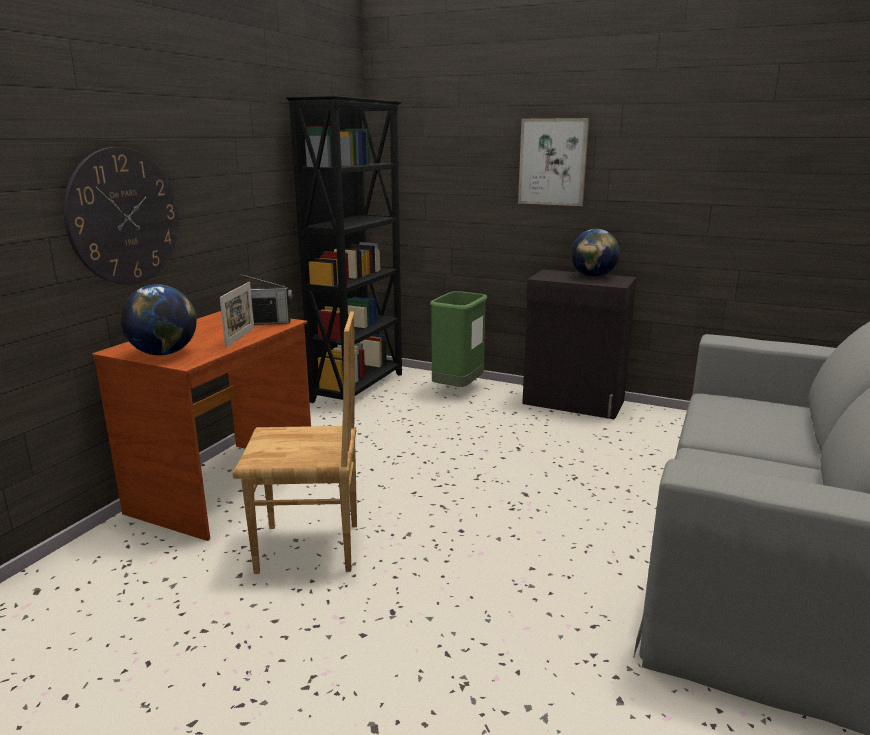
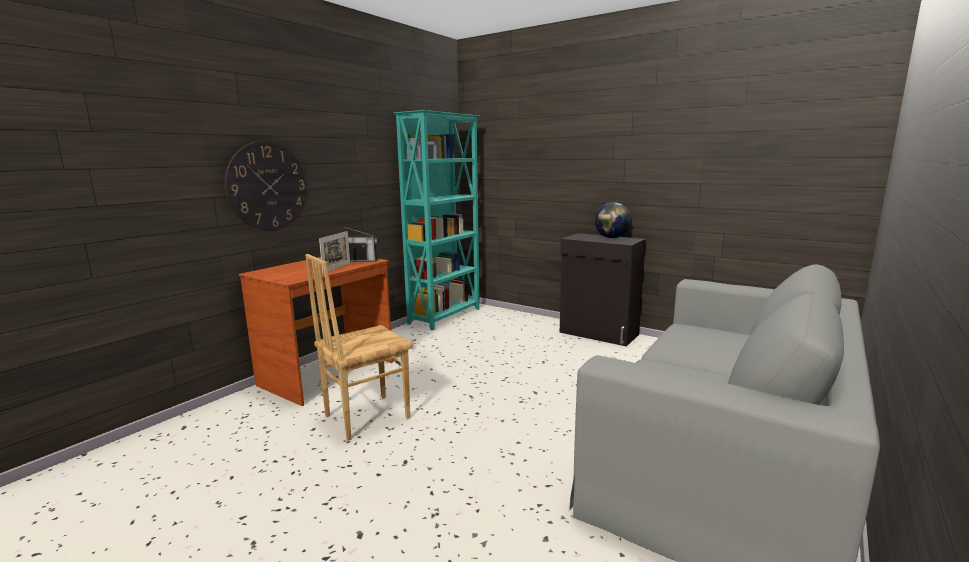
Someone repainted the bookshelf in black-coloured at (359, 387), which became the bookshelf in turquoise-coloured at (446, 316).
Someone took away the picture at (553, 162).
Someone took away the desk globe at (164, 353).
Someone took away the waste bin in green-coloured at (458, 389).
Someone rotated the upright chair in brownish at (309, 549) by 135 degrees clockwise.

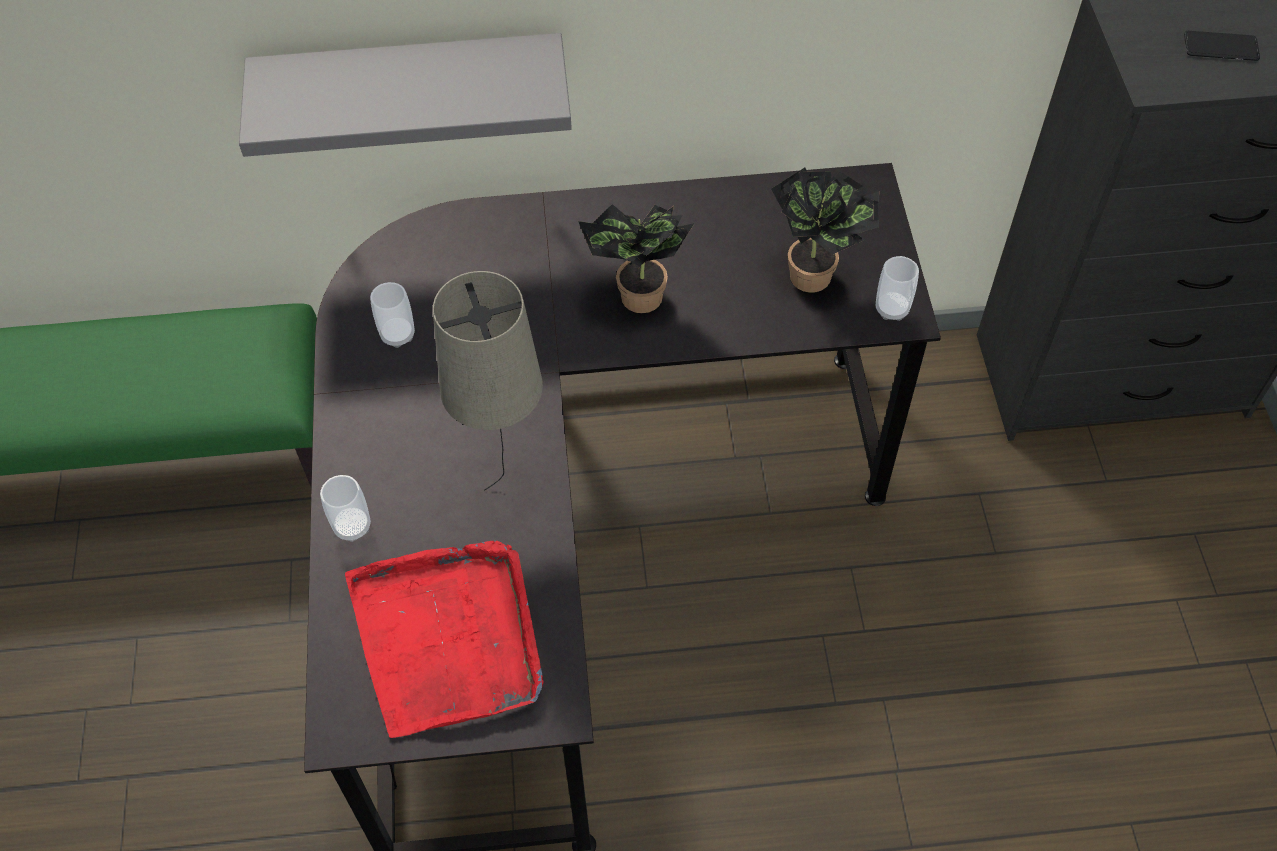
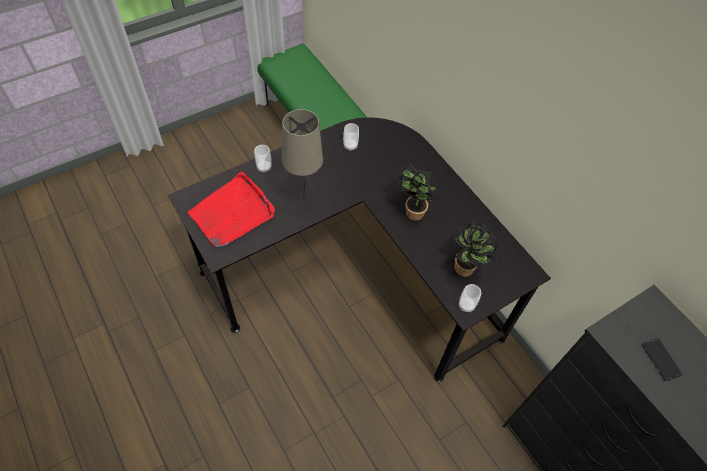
Someone took away the wall shelf in greyish at (411, 86).

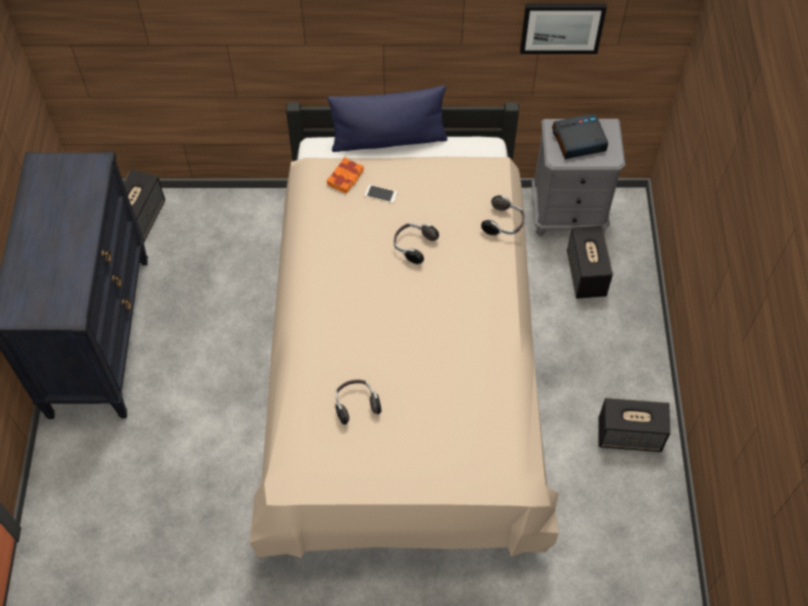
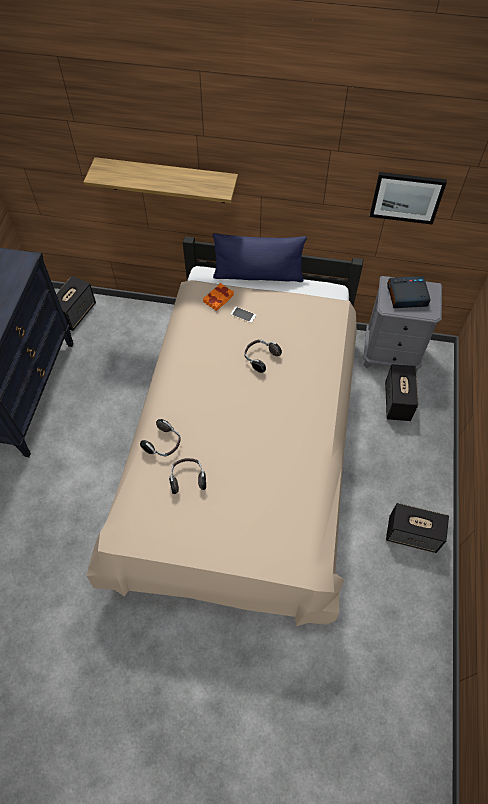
Someone carried the headset from (503, 224) to (163, 444).
Someone put up the wall shelf at (167, 180).

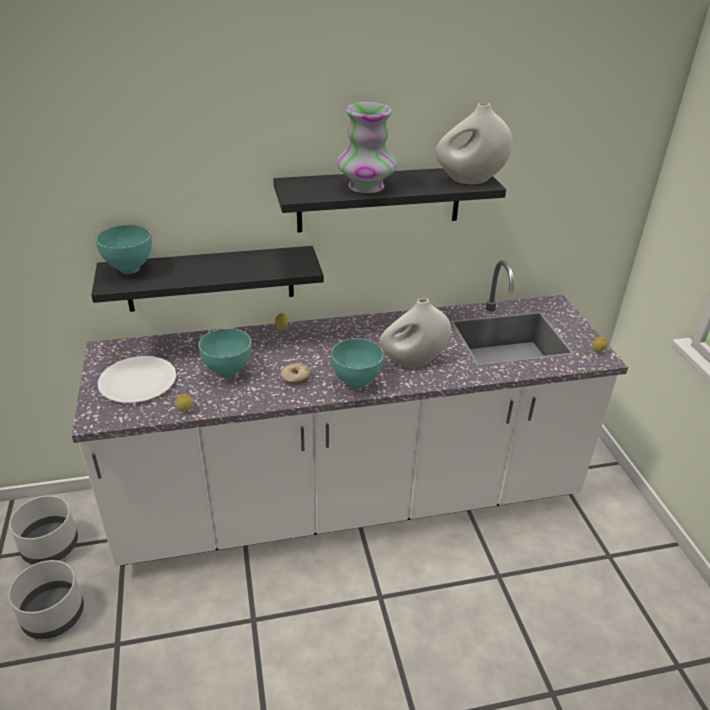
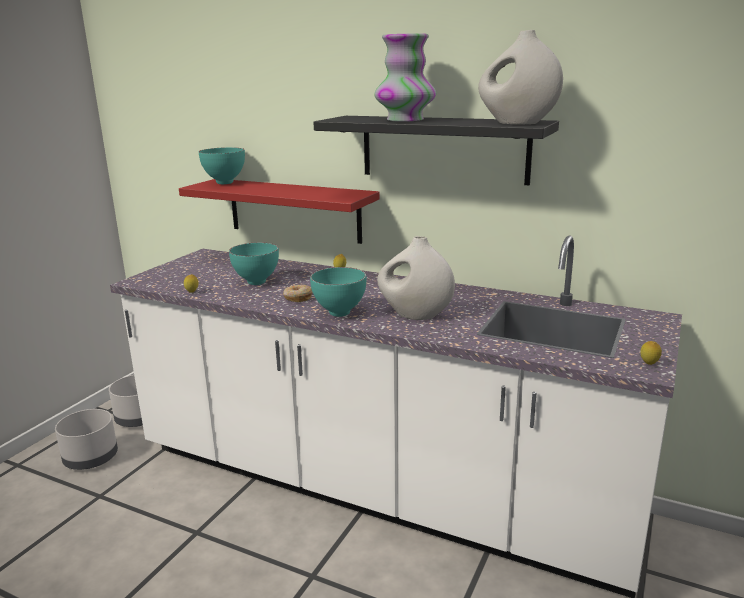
Someone repainted the wall shelf in black-coloured at (210, 278), which became the wall shelf in red-coloured at (294, 210).
Someone took away the flat dish in white-coloured at (137, 381).

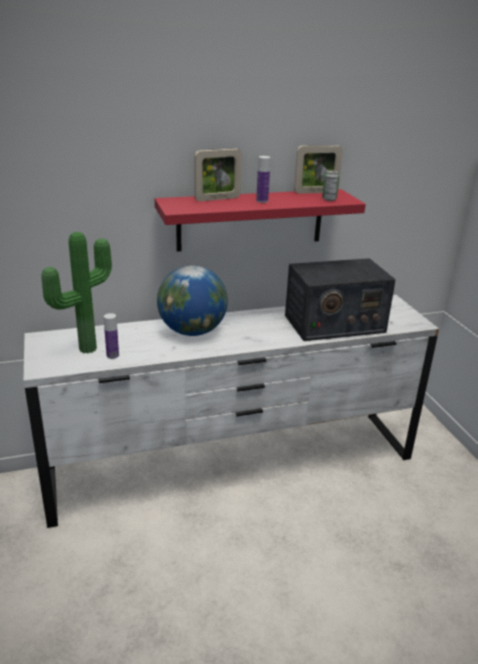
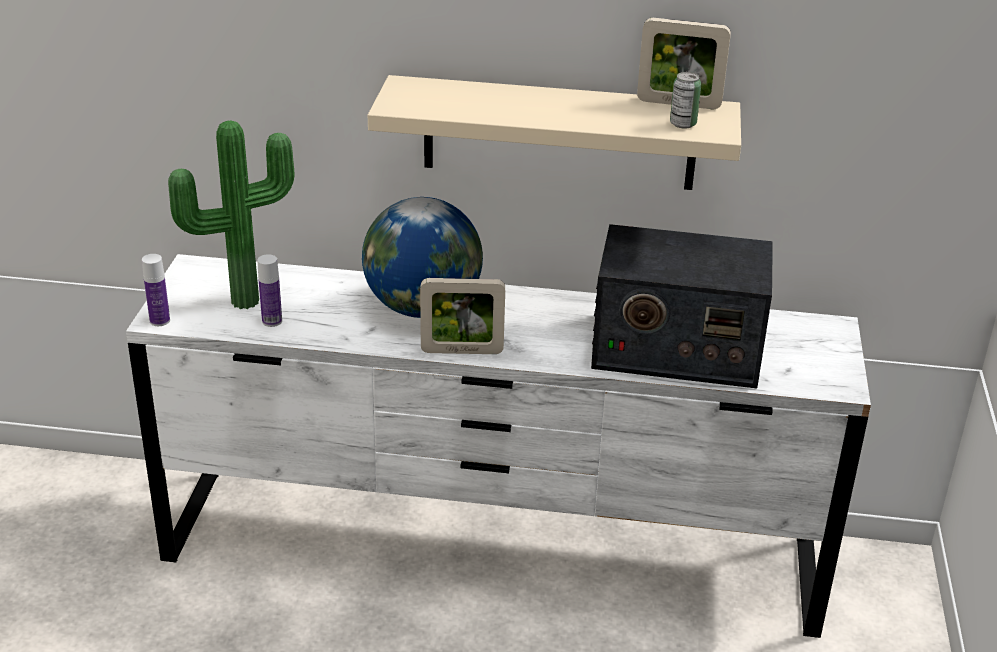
Someone carried the picture frame from (217, 199) to (462, 351).
Someone carried the drink bottle from (262, 201) to (160, 321).
Someone repainted the wall shelf in red-coloured at (250, 220), which became the wall shelf in beige at (559, 133).

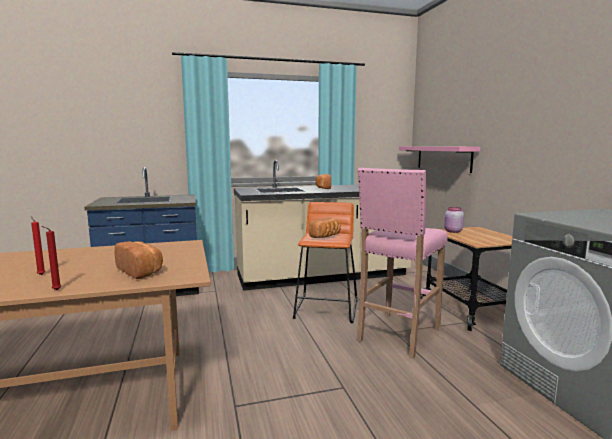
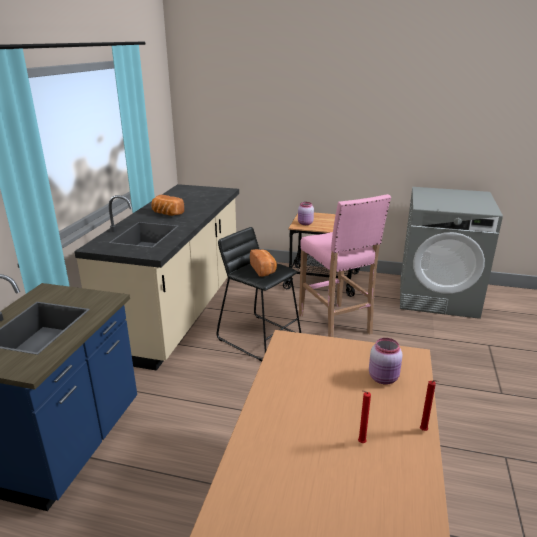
Someone took away the wall shelf in pinkish at (443, 158).
Someone repainted the stool in orange-coloured at (327, 309), which became the stool in black-coloured at (259, 337).
Someone swapped the bread at (141, 271) for the storage jar in pinkish at (384, 378).

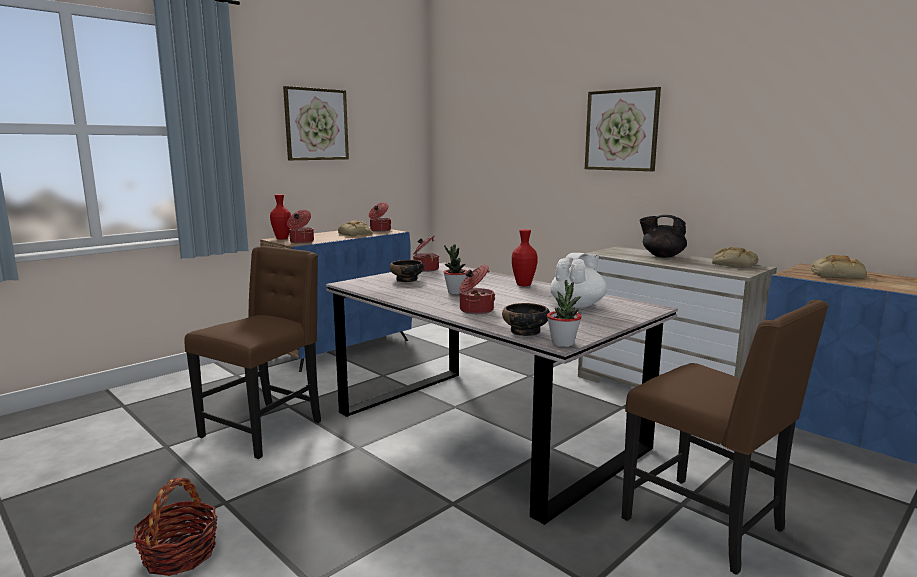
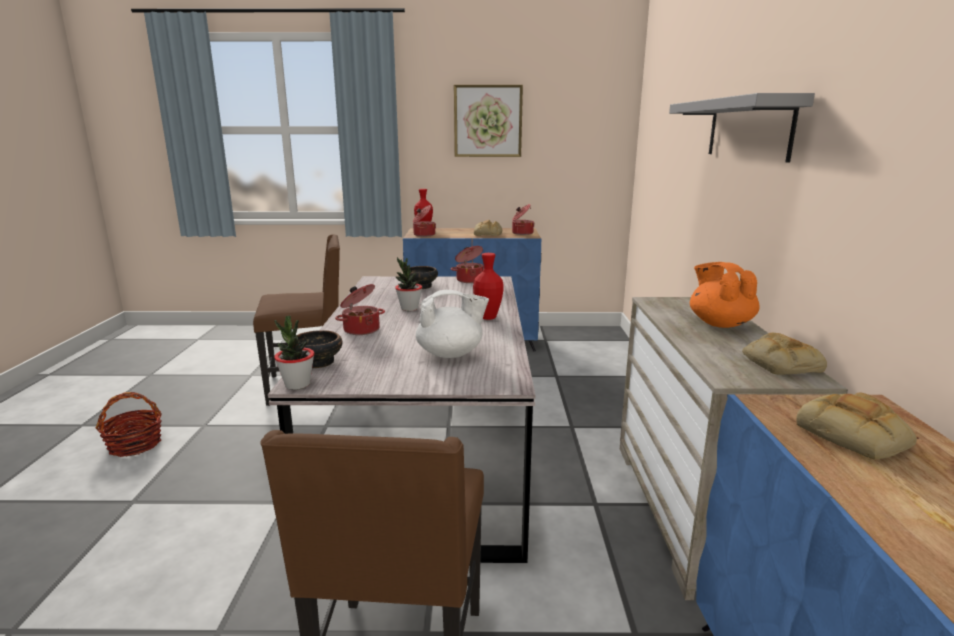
Someone swapped the picture at (621, 130) for the wall shelf in greyish at (748, 129).
Someone repainted the tea pot in black-coloured at (662, 256), which became the tea pot in orange-coloured at (720, 323).

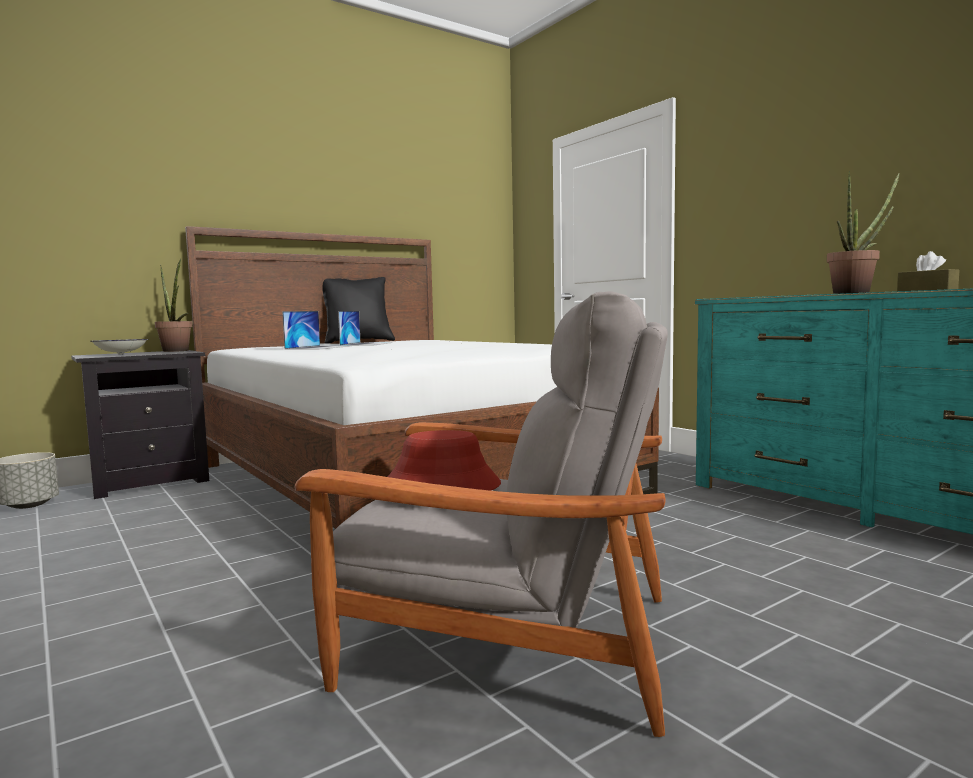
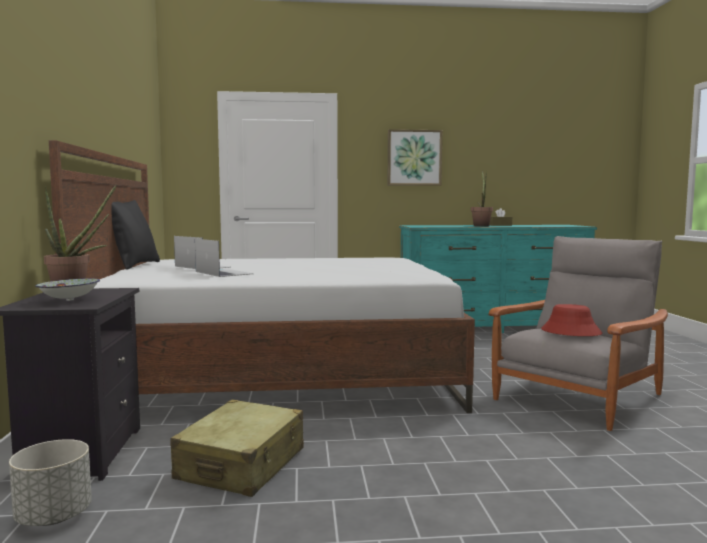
Someone put up the picture at (414, 158).
Someone put down the piece of luggage in beige at (242, 464).

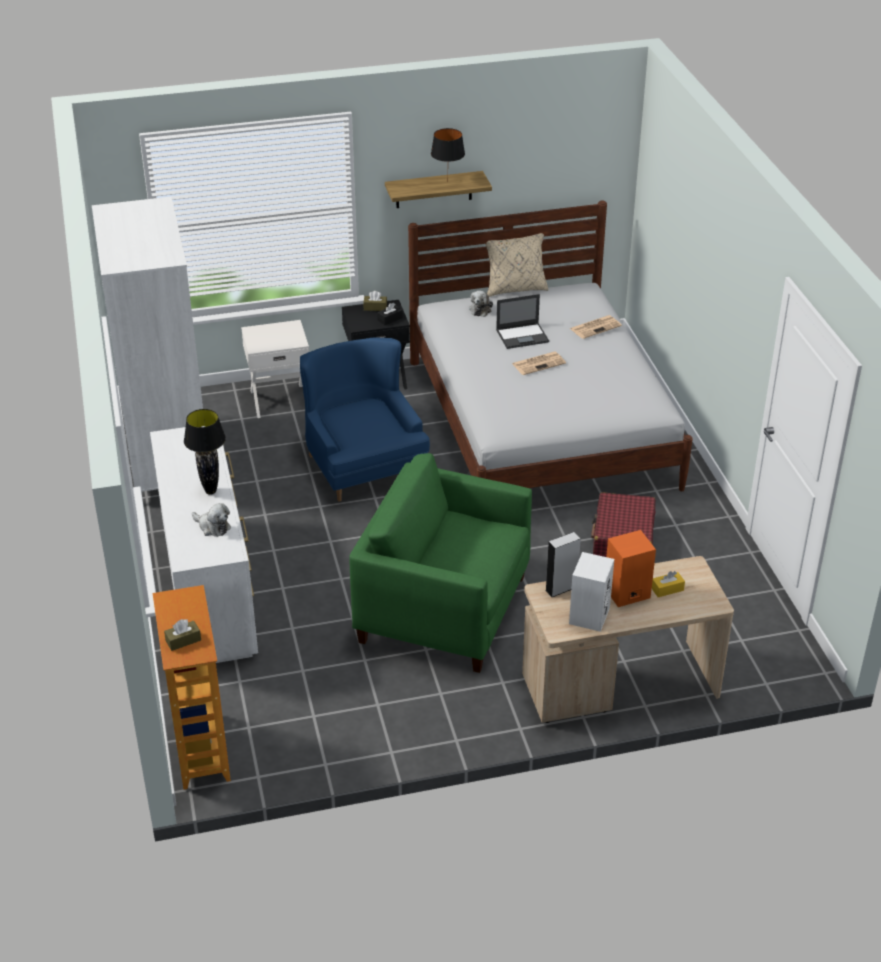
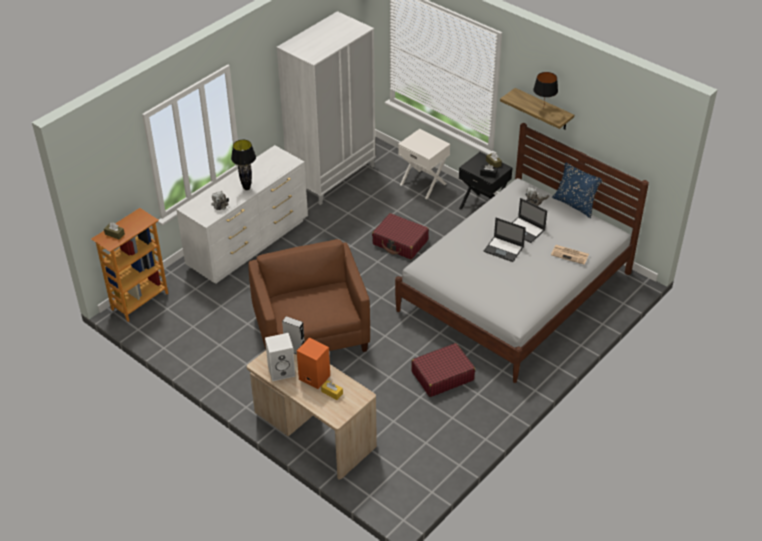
Someone repainted the cushion in beige at (515, 288), which became the cushion in blue-coloured at (575, 204).
Someone swapped the armchair in blue-coloured at (362, 465) for the piece of luggage in red-coloured at (400, 242).
Someone swapped the printed paper at (539, 363) for the laptop at (504, 249).
Someone repainted the armchair in green-coloured at (444, 609), which became the armchair in brownish at (312, 333).

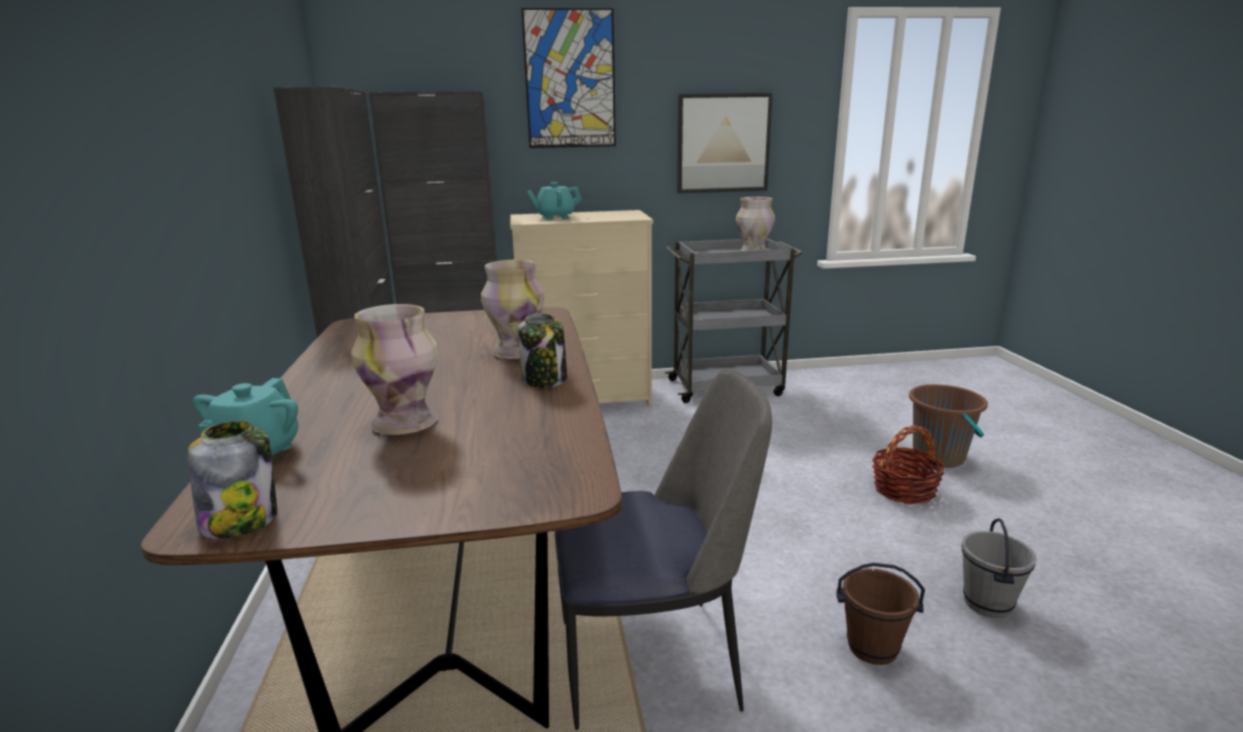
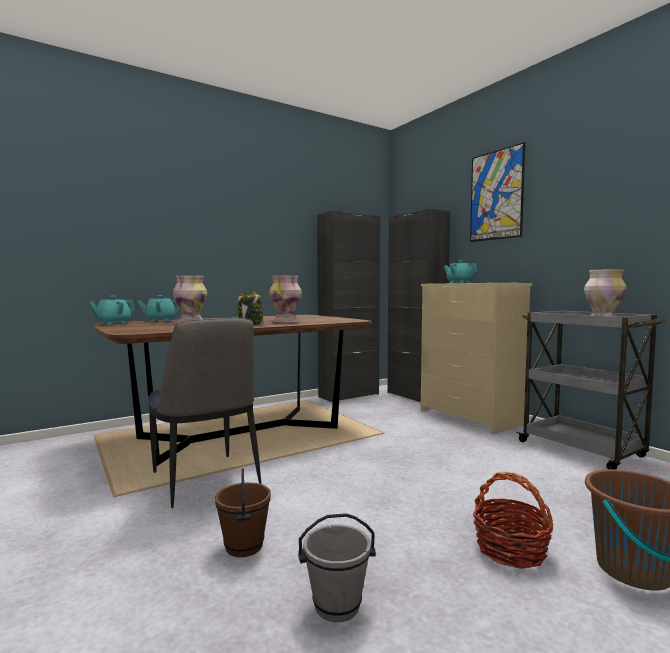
Someone took away the picture at (723, 143).
Someone swapped the storage jar at (241, 520) for the tea pot in turquoise-coloured at (113, 323).

